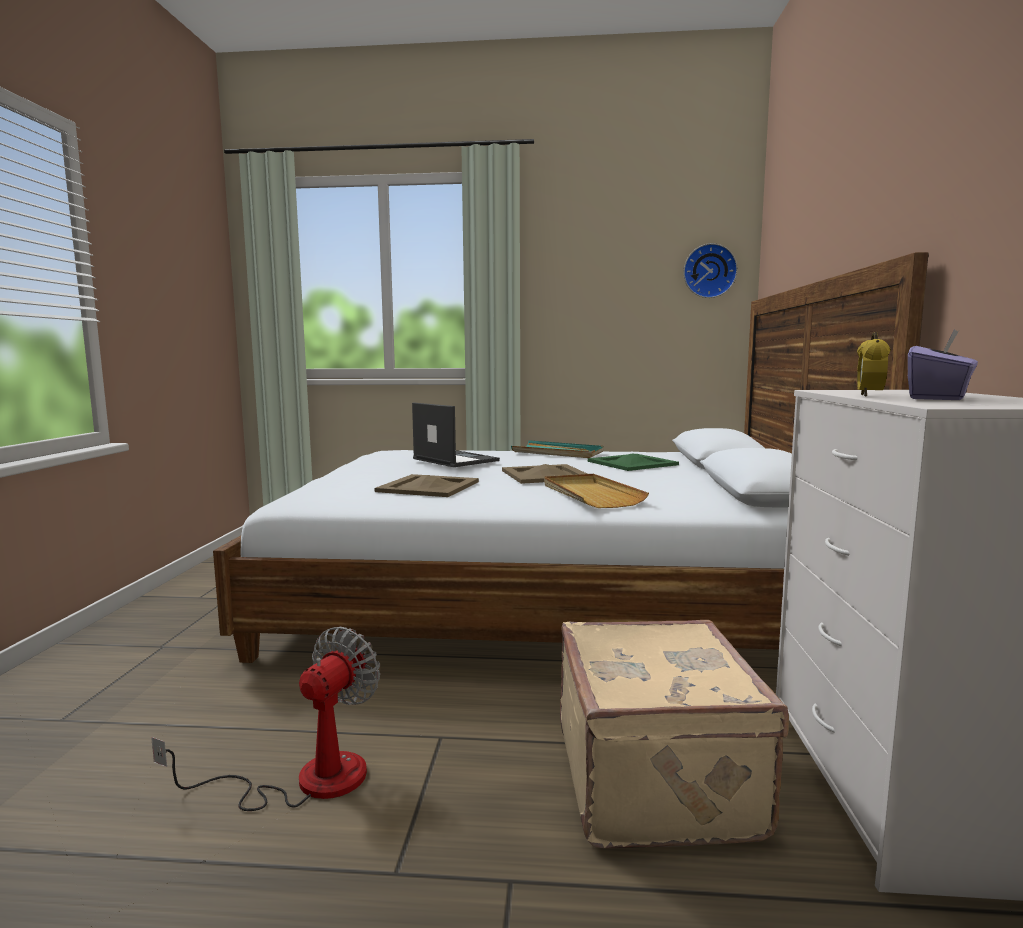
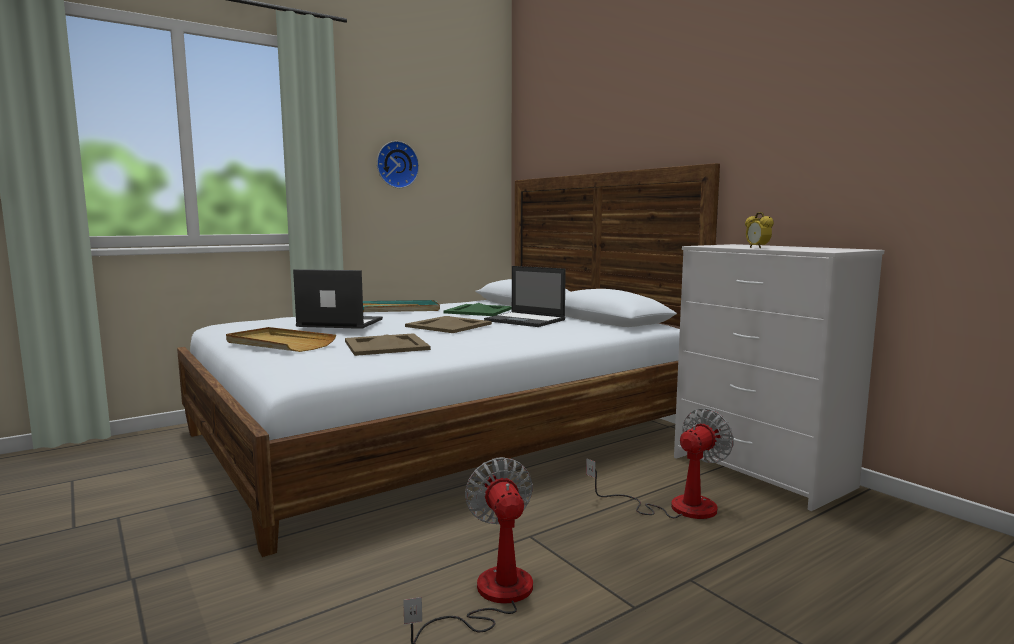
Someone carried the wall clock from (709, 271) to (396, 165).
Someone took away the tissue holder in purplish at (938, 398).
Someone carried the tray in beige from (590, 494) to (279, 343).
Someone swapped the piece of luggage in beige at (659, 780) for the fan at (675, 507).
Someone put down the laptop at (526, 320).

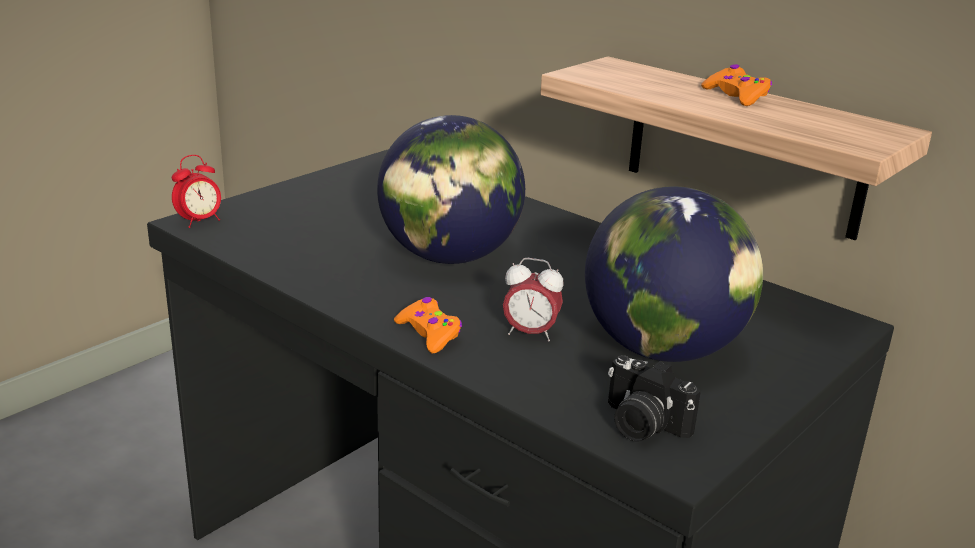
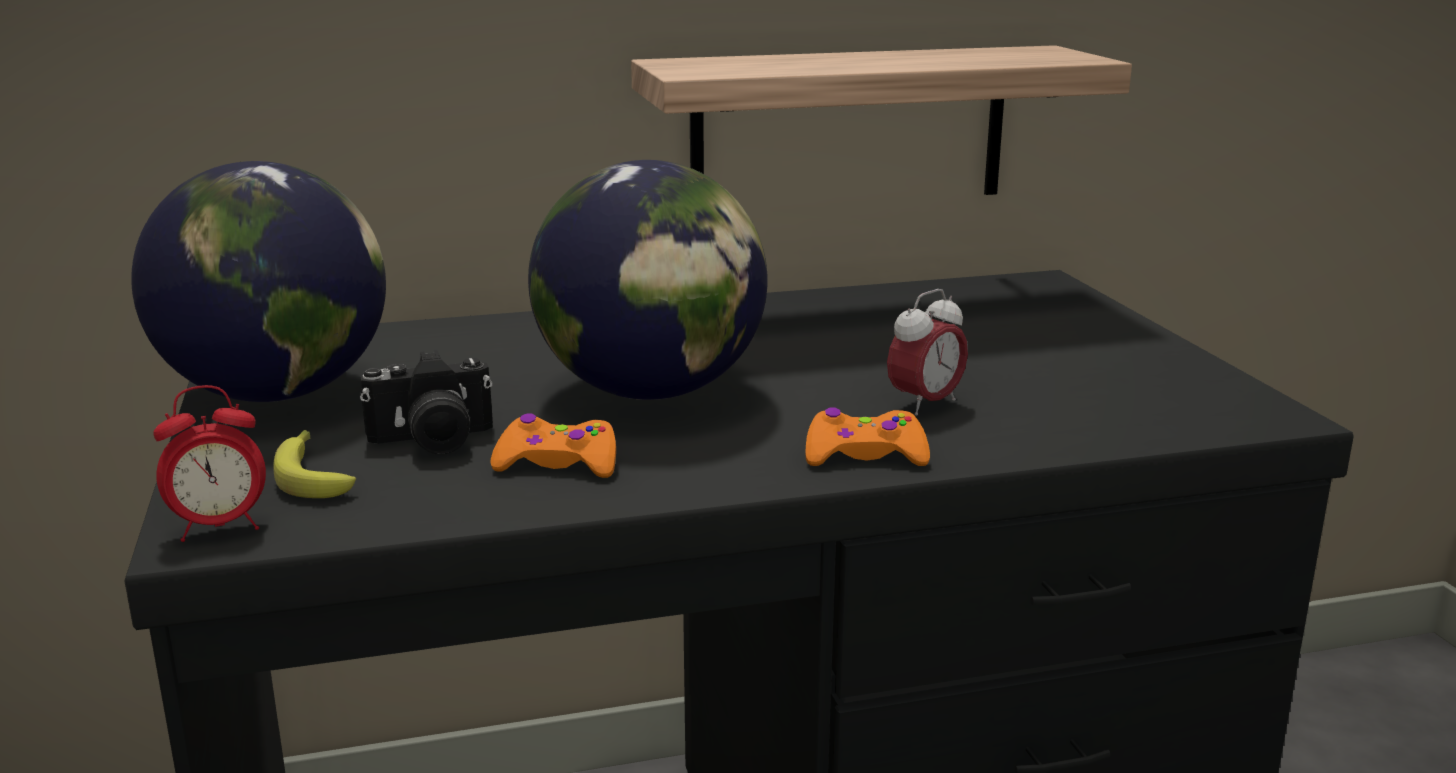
Someone carried the joypad in orange-coloured from (736, 95) to (558, 463).
Someone rotated the table clock at (199, 221) by 75 degrees clockwise.
Someone carried the desk globe from (663, 349) to (279, 393).
Someone carried the still camera from (641, 425) to (432, 441).
Someone put down the banana at (313, 473).

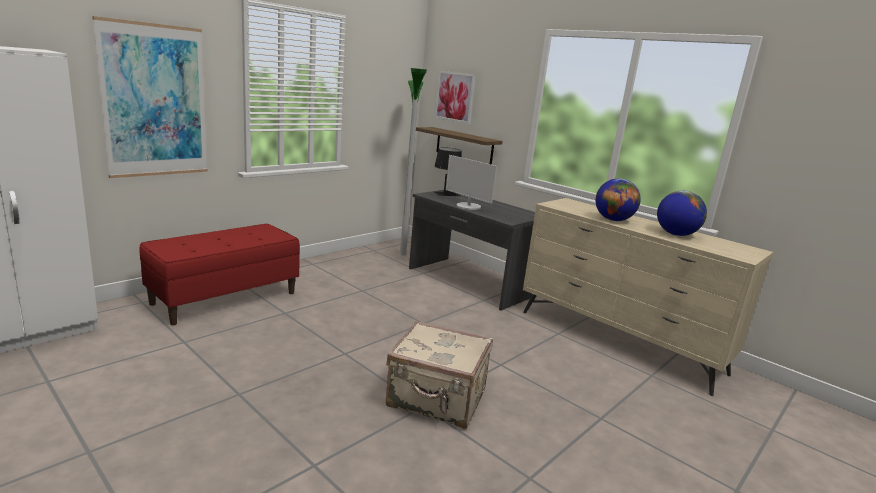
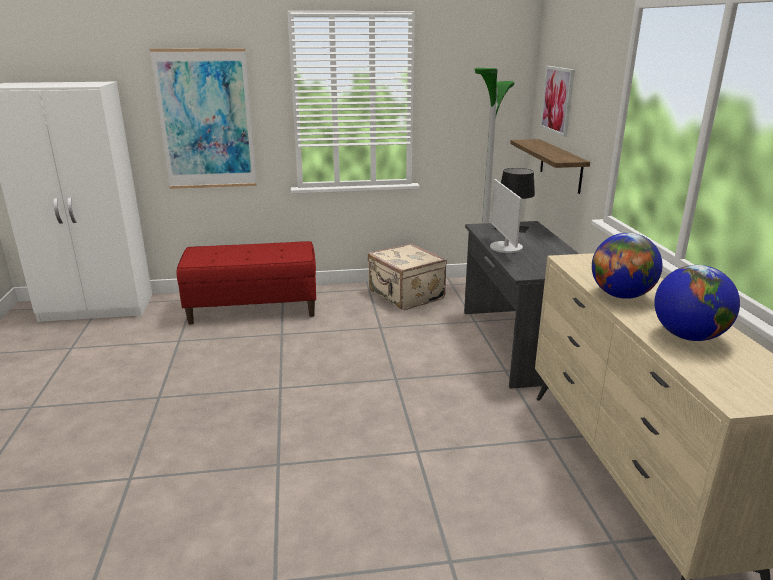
Someone carried the piece of luggage in beige from (437, 399) to (405, 295).

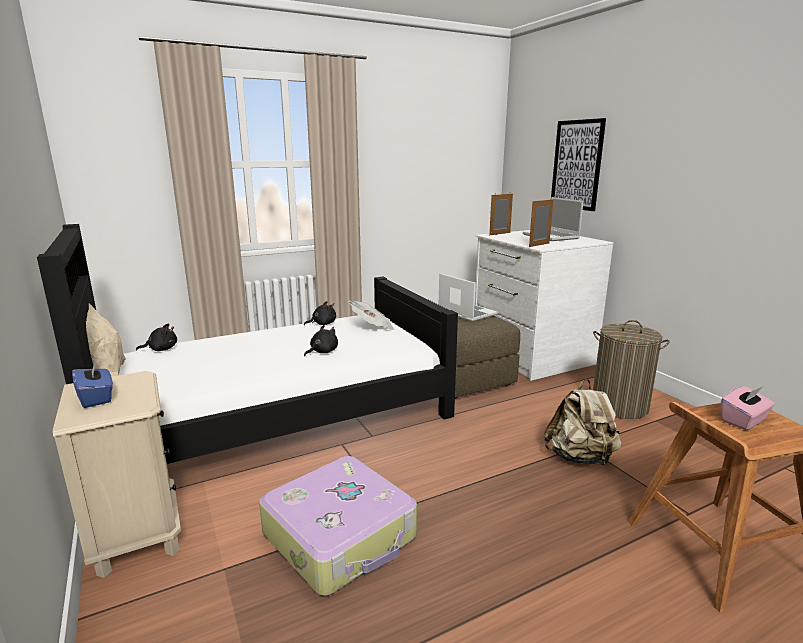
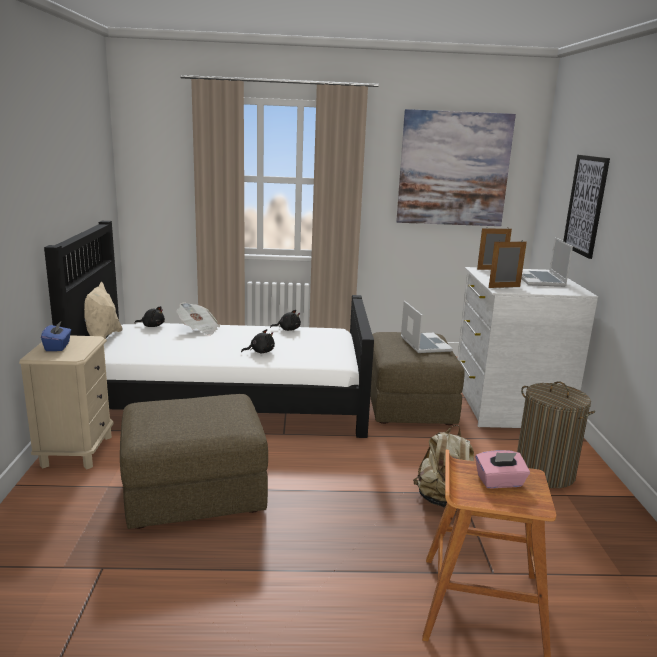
Someone carried the printed paper from (372, 327) to (199, 329).
Someone swapped the piece of luggage at (341, 536) for the ottoman in brownish at (195, 492).
Someone put up the picture at (453, 169).

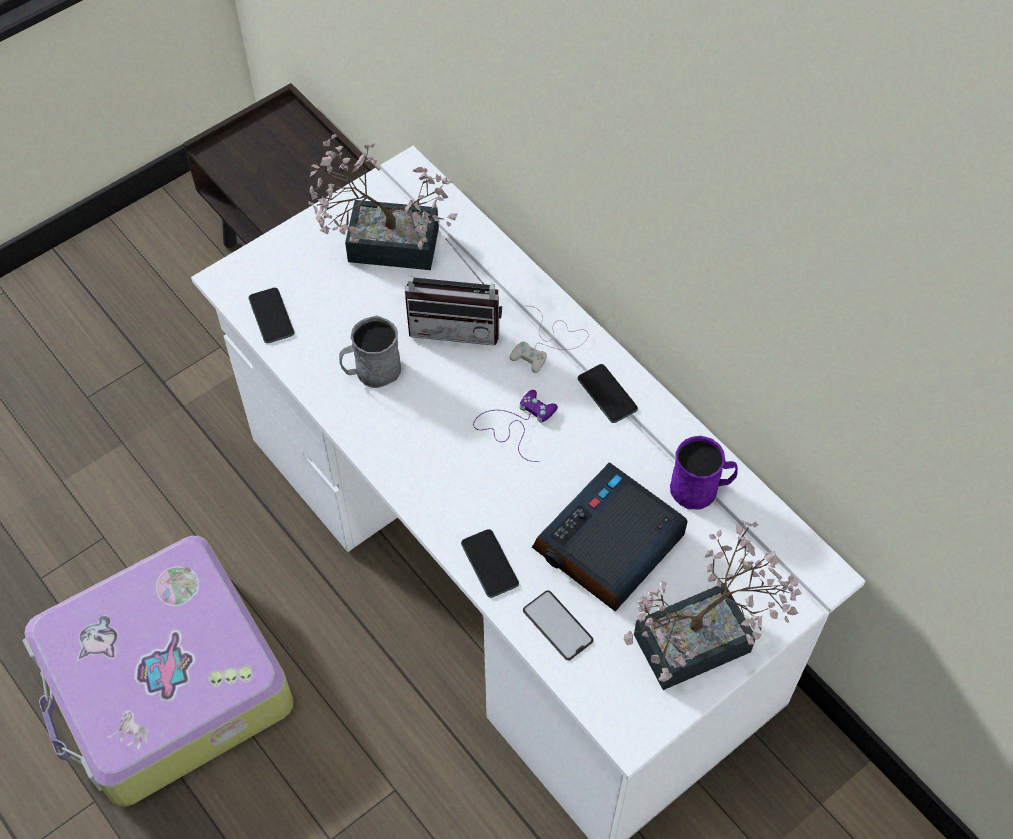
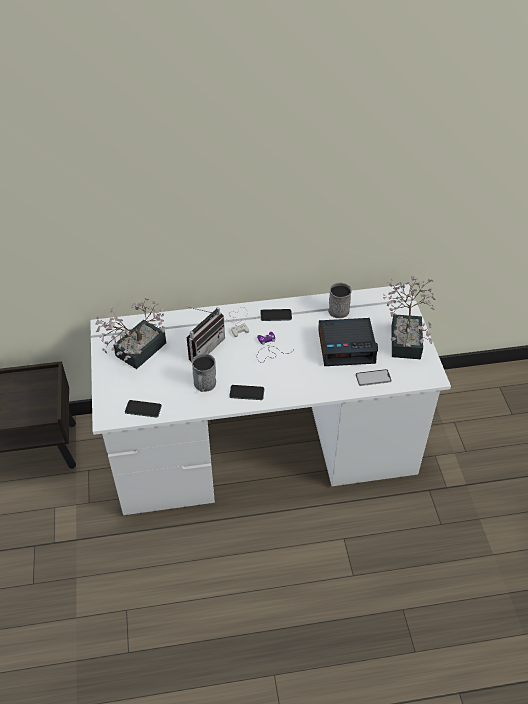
Someone repainted the mug in purplish at (701, 488), which became the mug in greyish at (340, 308).
Someone rotated the table clock at (608, 545) by 75 degrees counterclockwise.
Someone carried the telephone from (489, 563) to (246, 393).
Someone took away the piece of luggage at (165, 685).

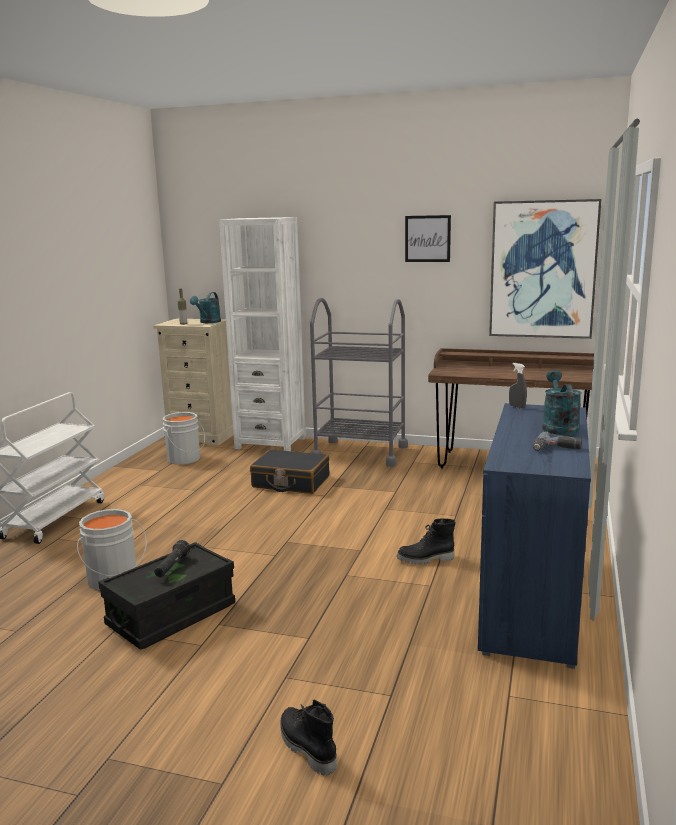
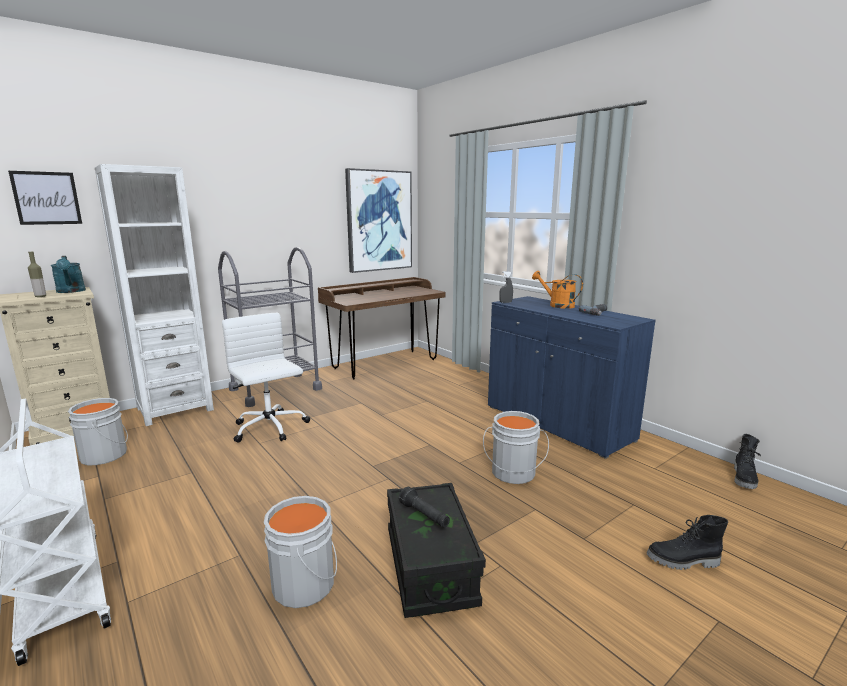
Someone carried the picture from (427, 238) to (46, 198).
Someone repainted the sprinkling can in turquoise-coloured at (558, 426), which became the sprinkling can in orange-coloured at (557, 305).
Someone swapped the piece of luggage in black-coloured at (290, 482) for the computer chair in white-coloured at (270, 428).
Someone carried the boot in black-coloured from (425, 559) to (744, 478).
Someone put down the water bucket in greyish at (513, 474).

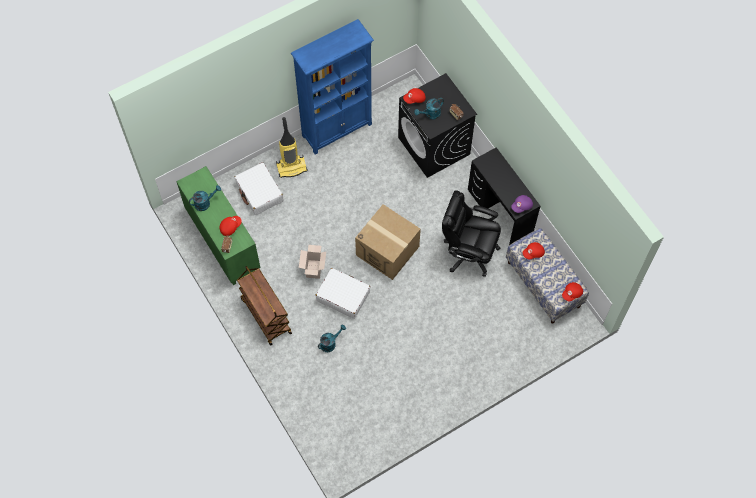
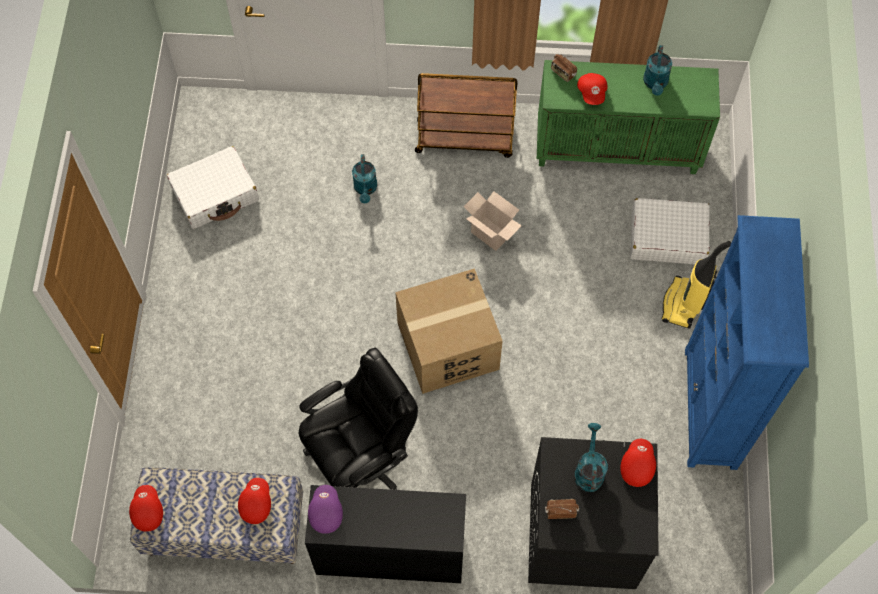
Someone carried the piece of luggage in white-coloured from (343, 296) to (215, 194).

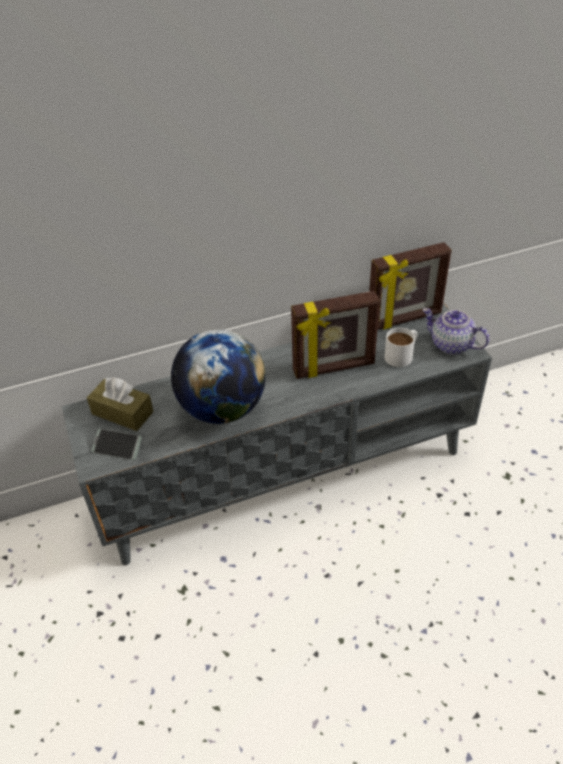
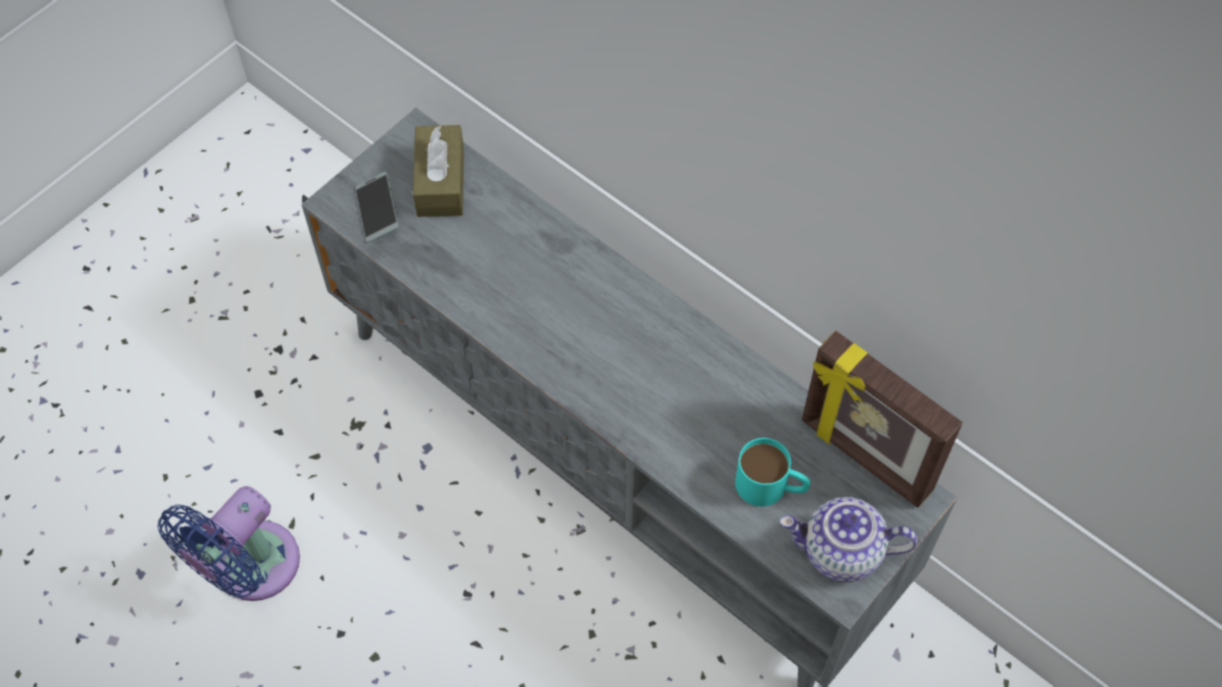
Someone took away the picture frame at (334, 368).
Someone rotated the tea pot at (450, 345) by 90 degrees counterclockwise.
Someone repainted the mug in white-coloured at (402, 354), which became the mug in turquoise-coloured at (771, 486).
Someone took away the desk globe at (222, 408).
Someone put down the fan in blue-coloured at (250, 569).

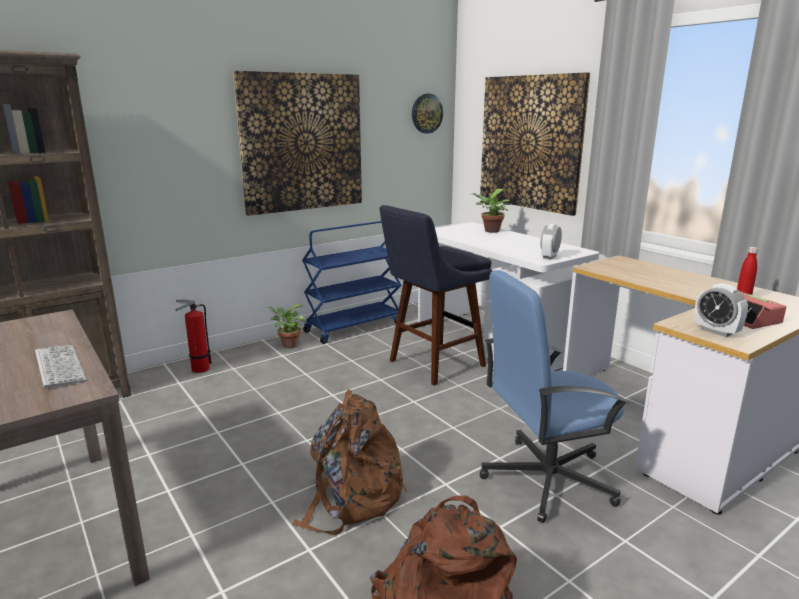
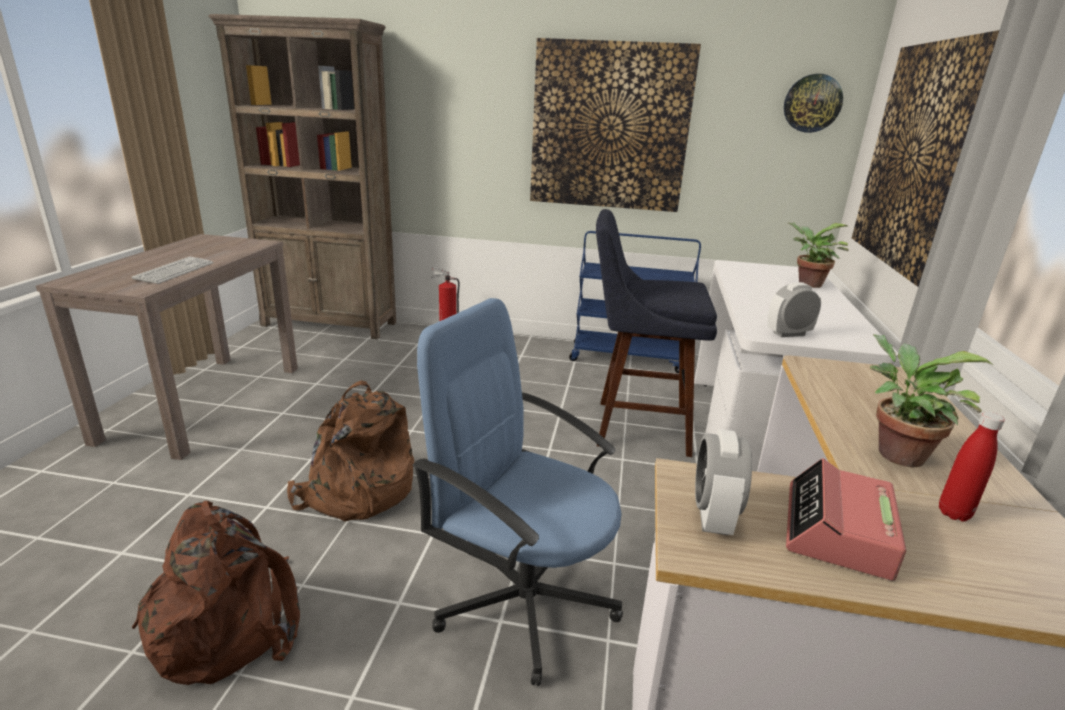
Someone carried the plant in a pot from (288, 345) to (894, 453).

